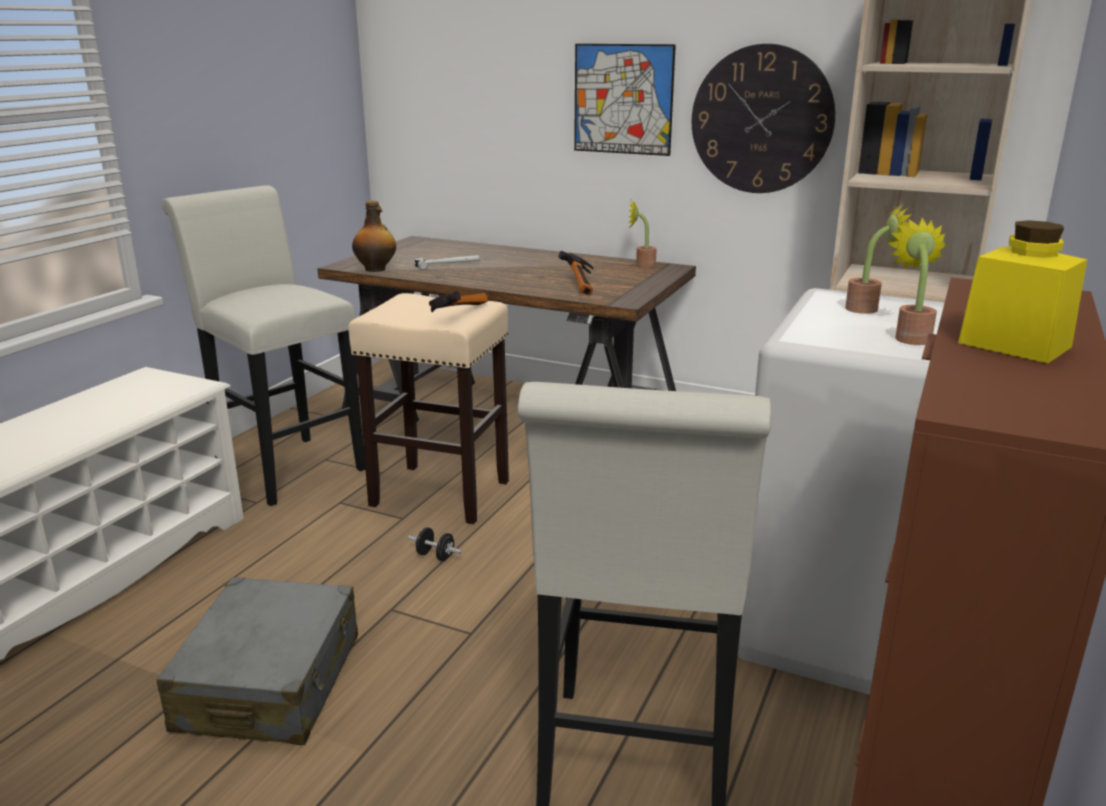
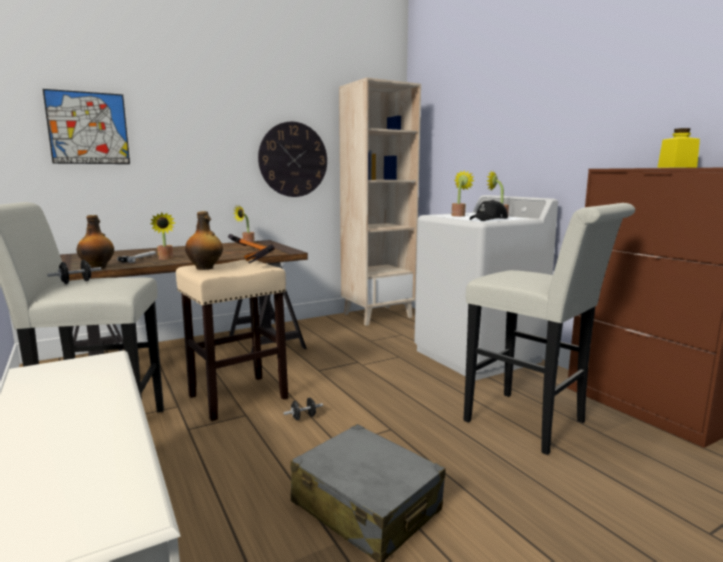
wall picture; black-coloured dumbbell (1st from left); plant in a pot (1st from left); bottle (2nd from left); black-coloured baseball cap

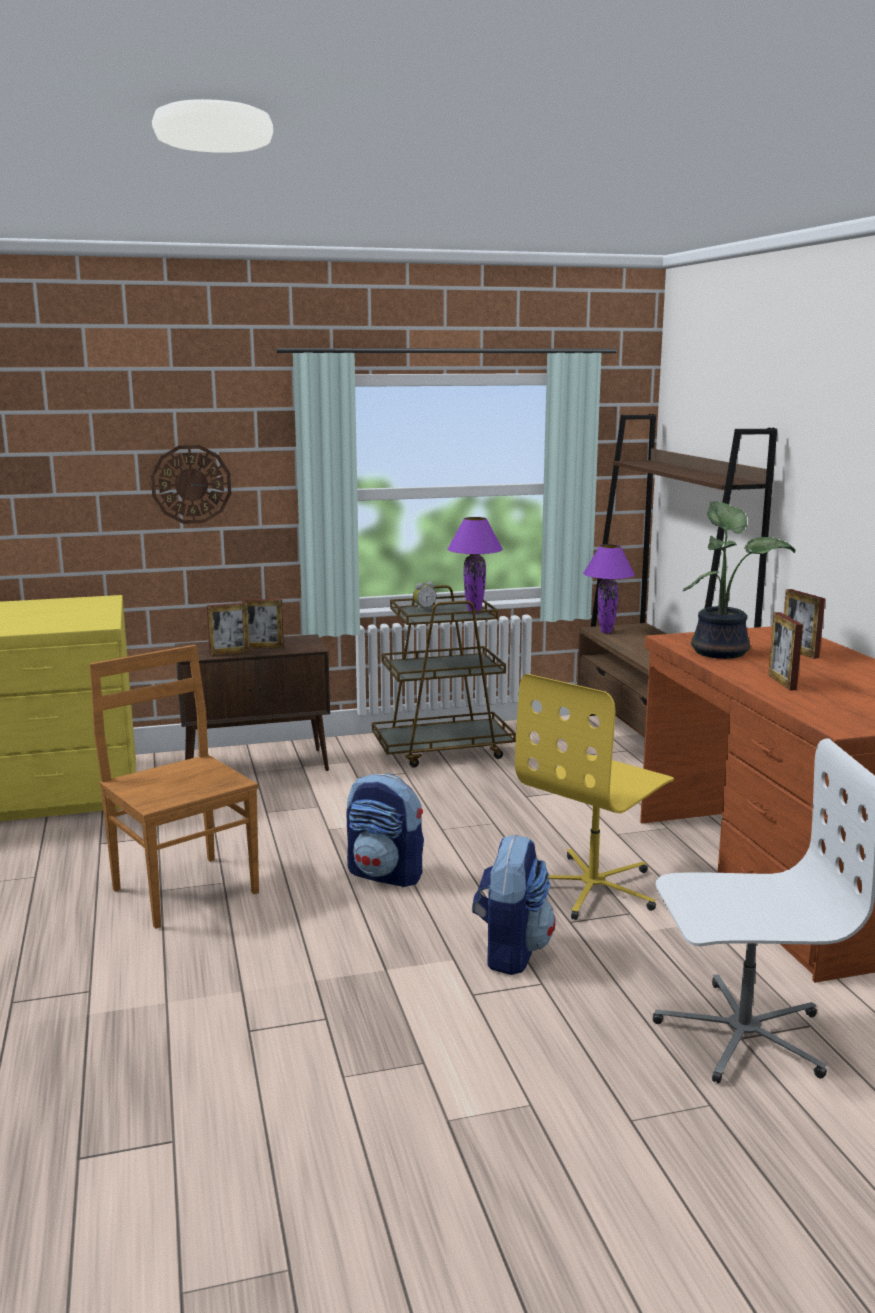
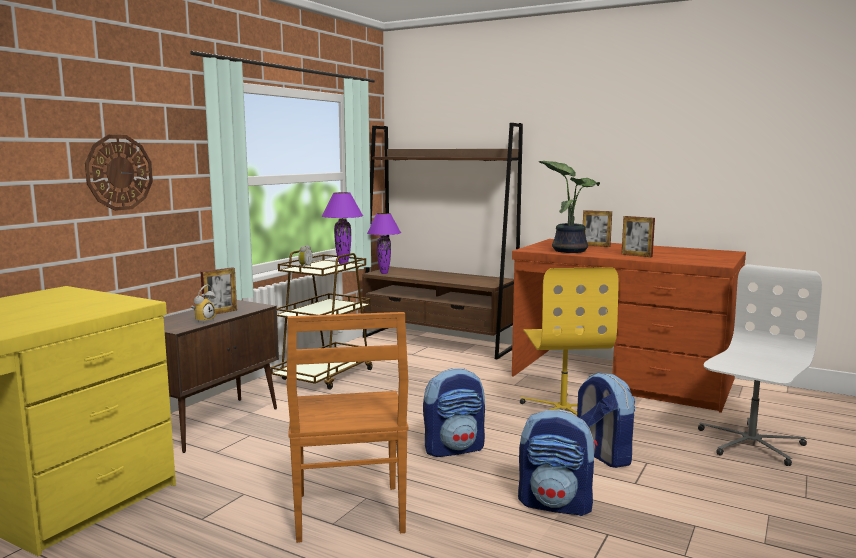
alarm clock (1st from left); brown-coloured plain chair; knapsack (2nd from left)

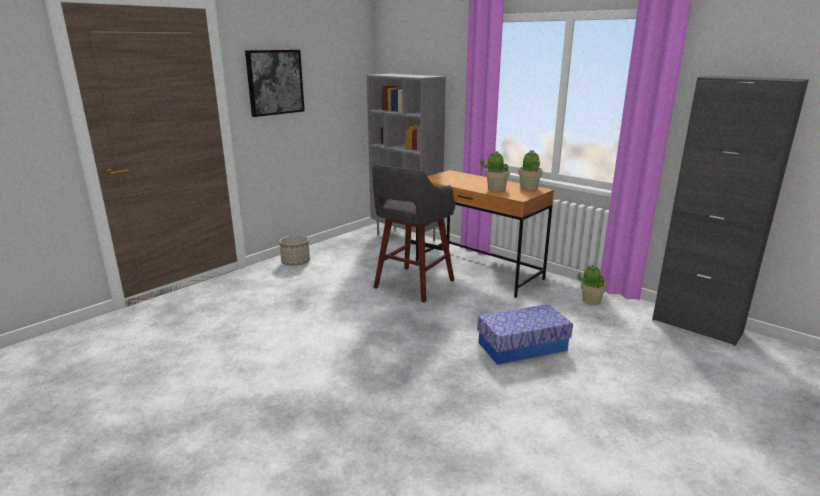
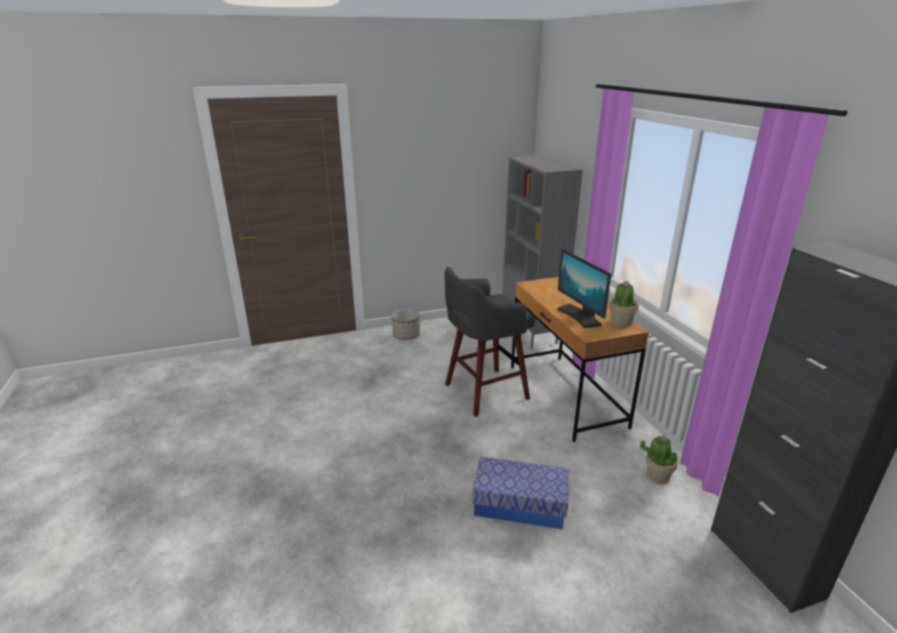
computer screen; wall picture

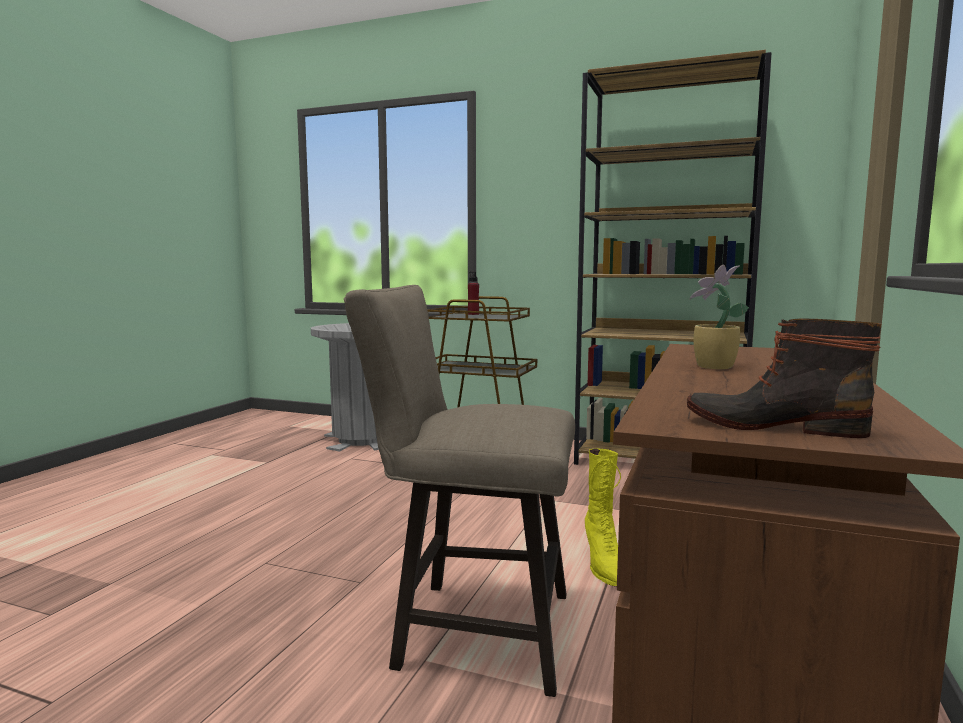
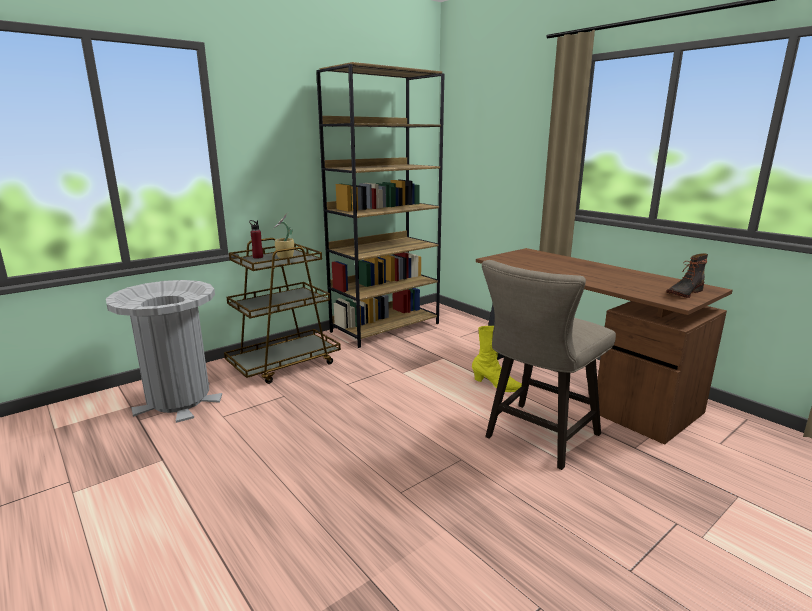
plant in a pot

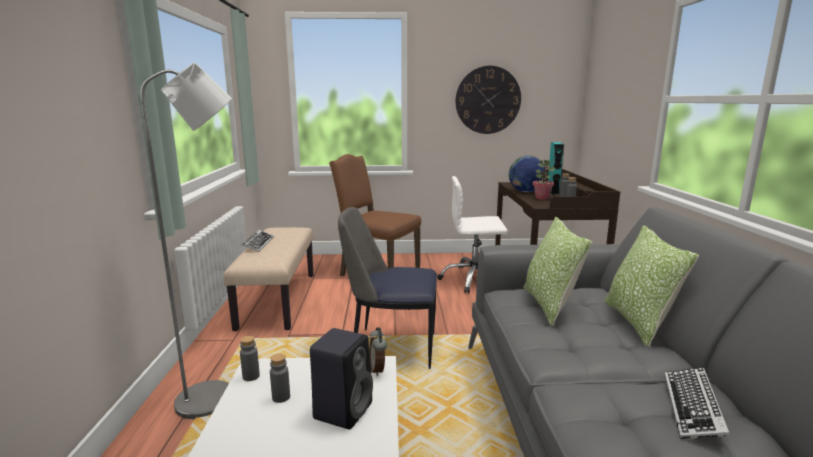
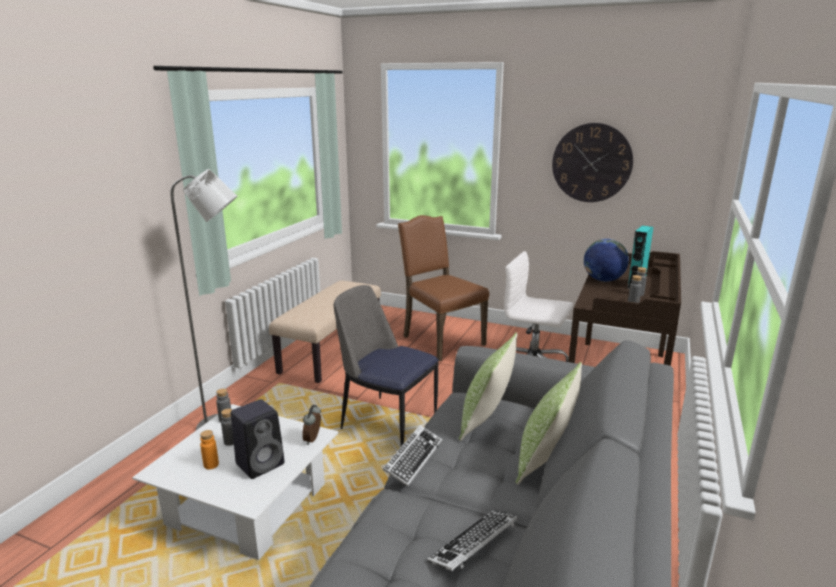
orangey bottle; keyboard (1st from left); plant in a pot

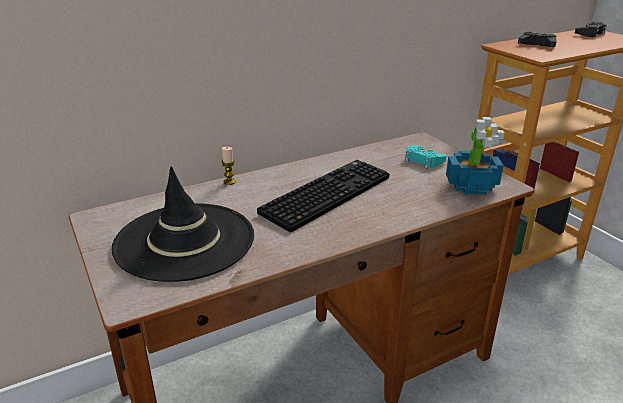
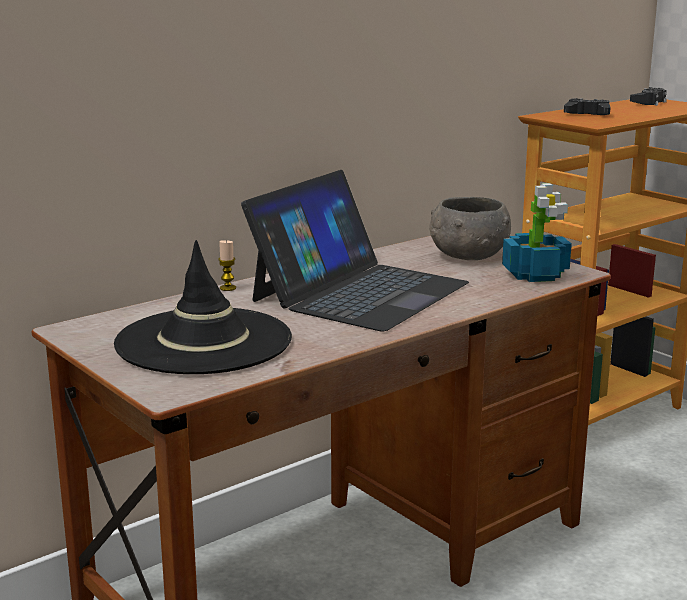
portable computer; gray serving bowl

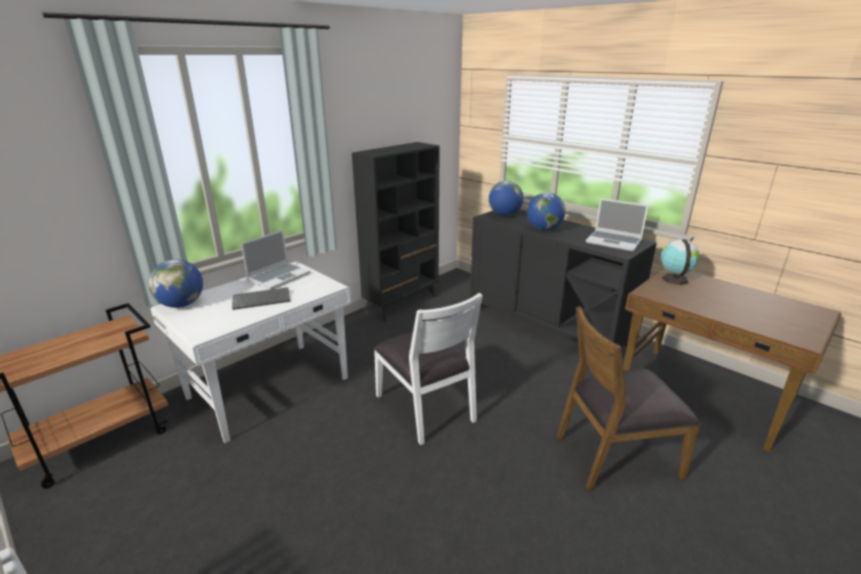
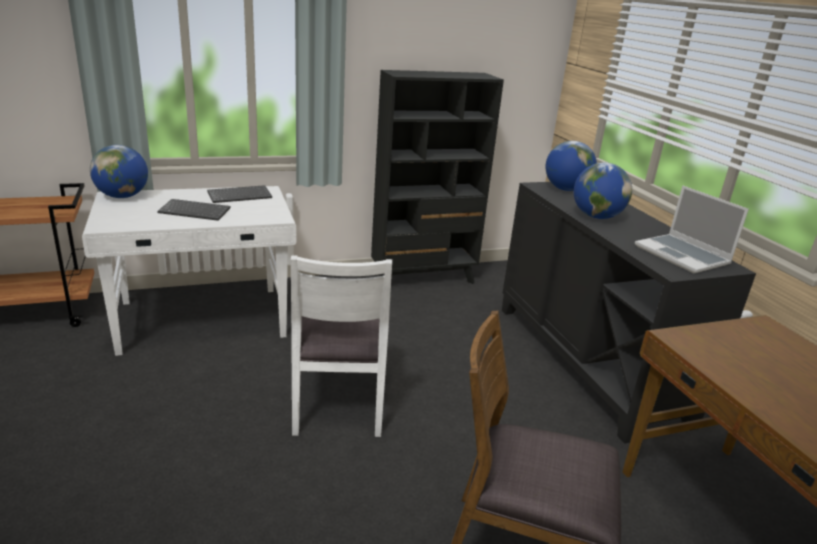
keyboard (2nd from left); globe (4th from left in the first image)

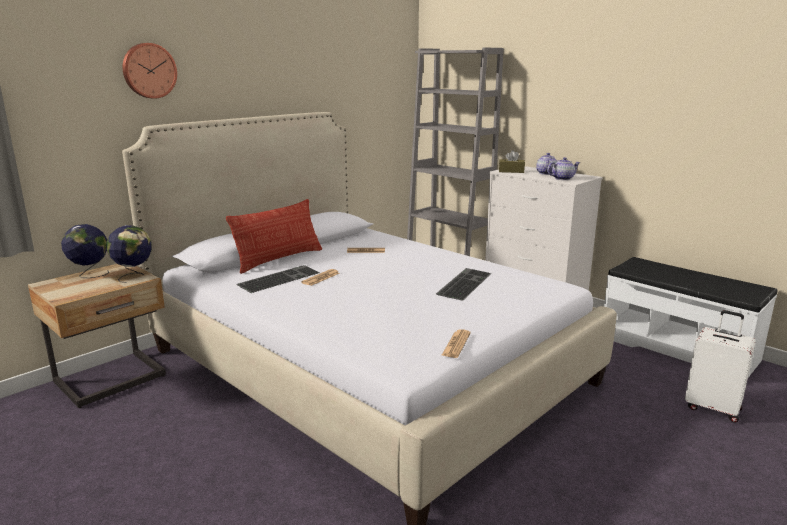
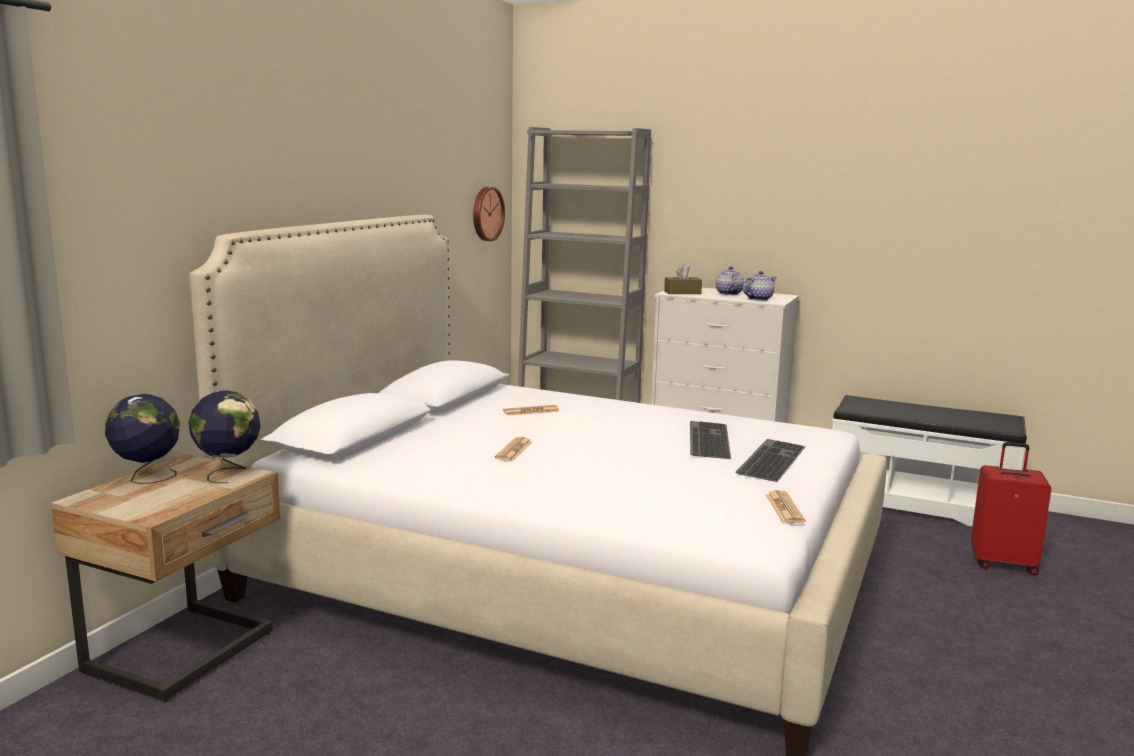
hanging clock; keyboard (2nd from left); red suitcase; throw pillow

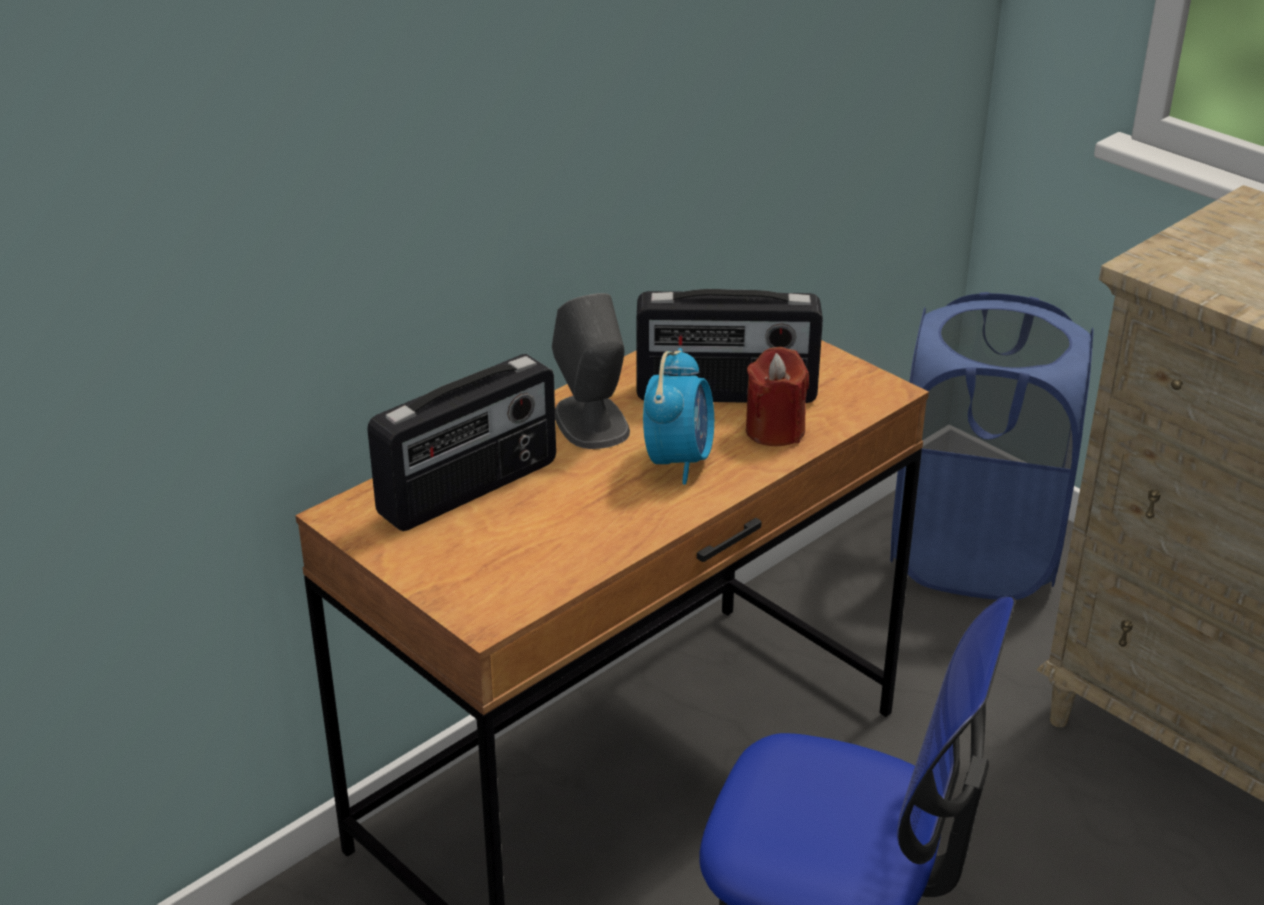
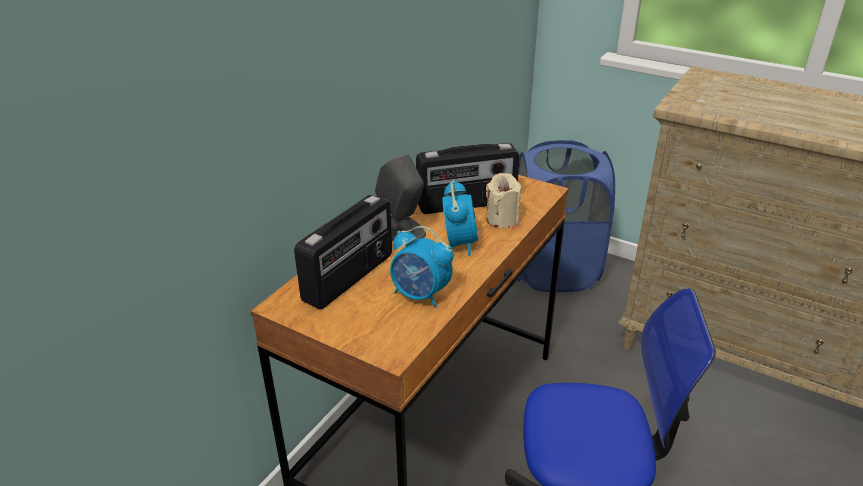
alarm clock (1st from left); beige-coloured wax light

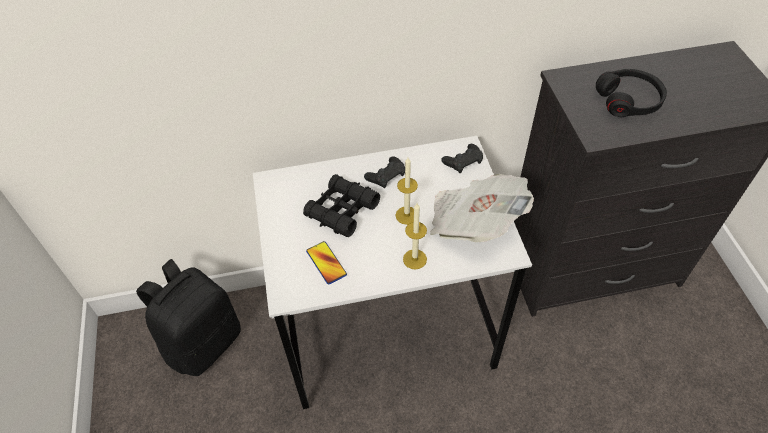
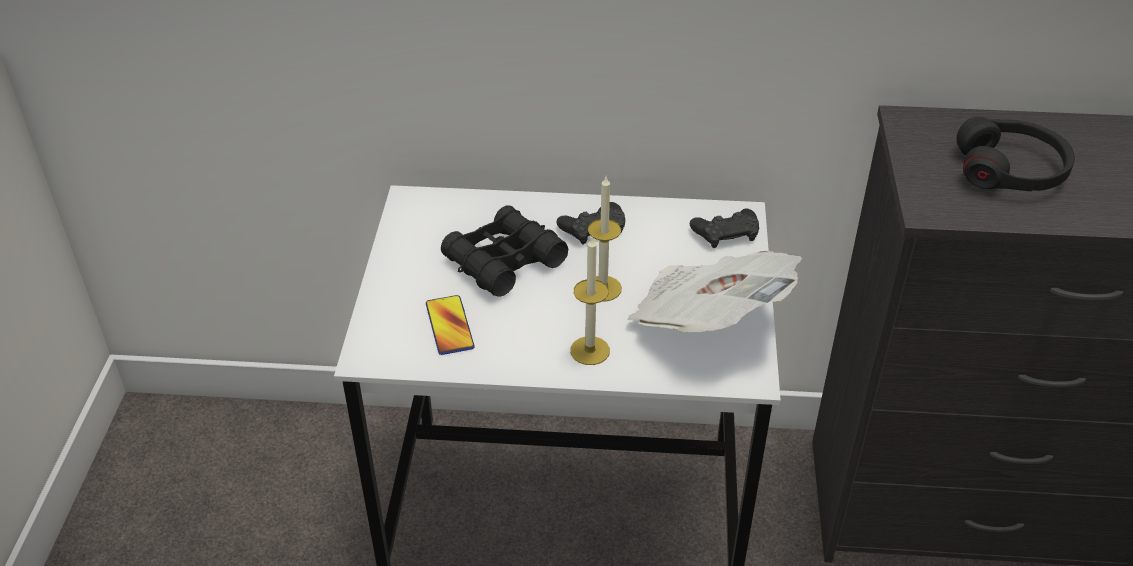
black-coloured knapsack

